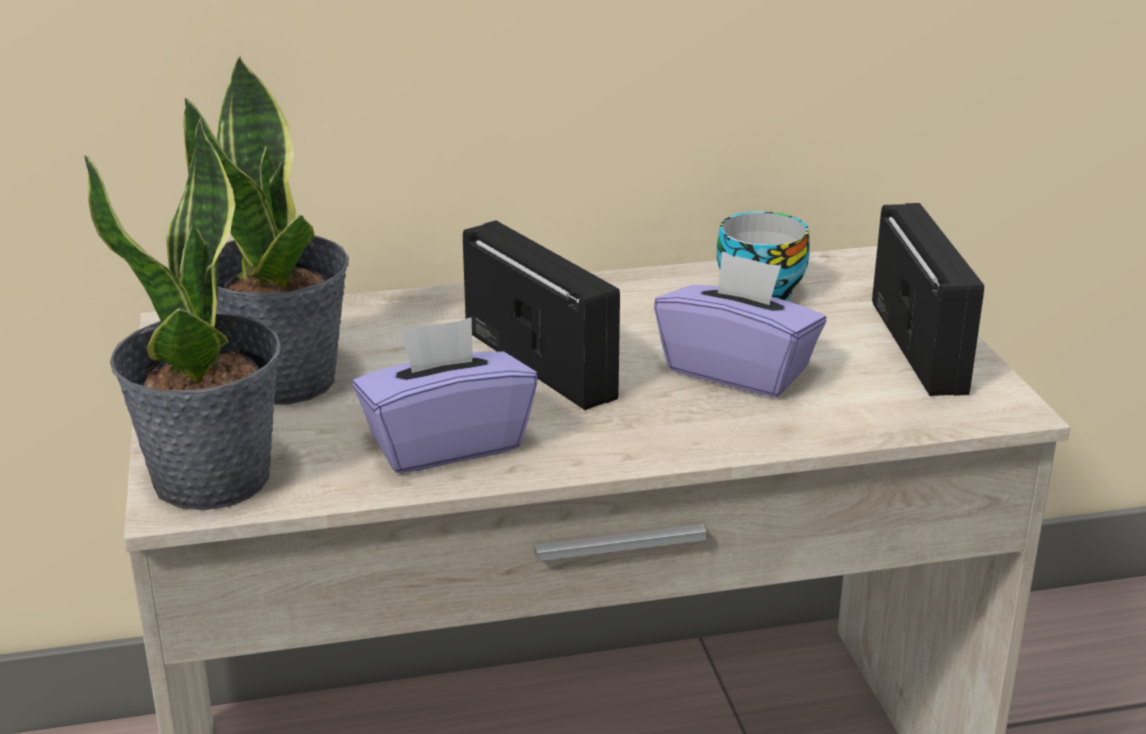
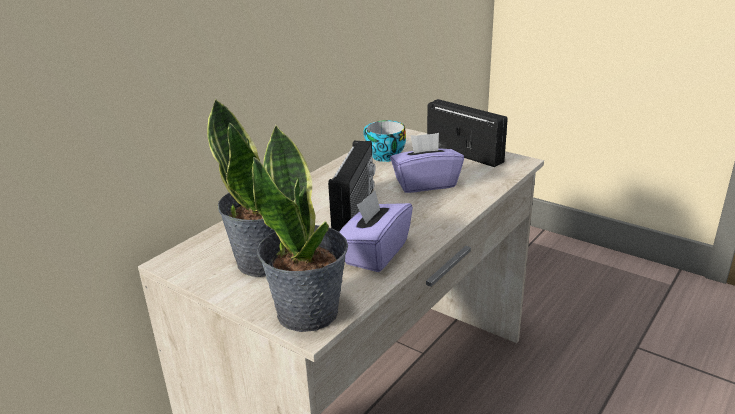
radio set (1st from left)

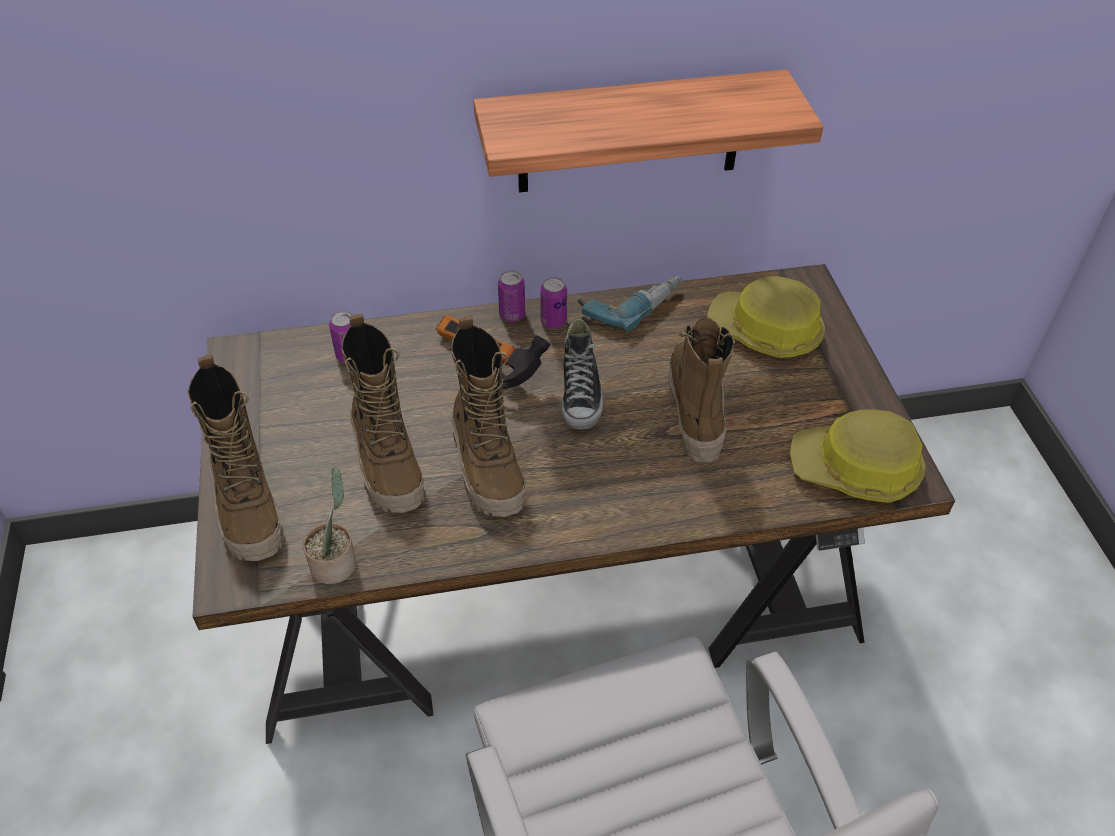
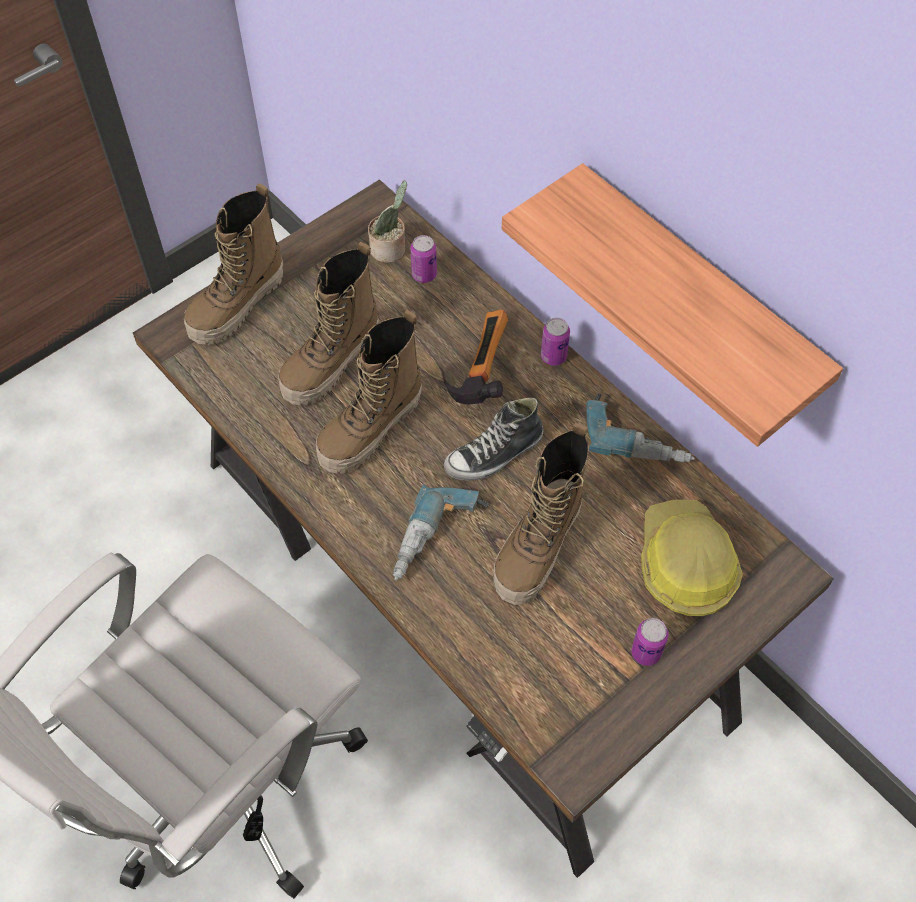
plant in a pot; electric drill (1st from left); tall boot (4th from left); can (3rd from left); work helmet (2nd from left in the first image)

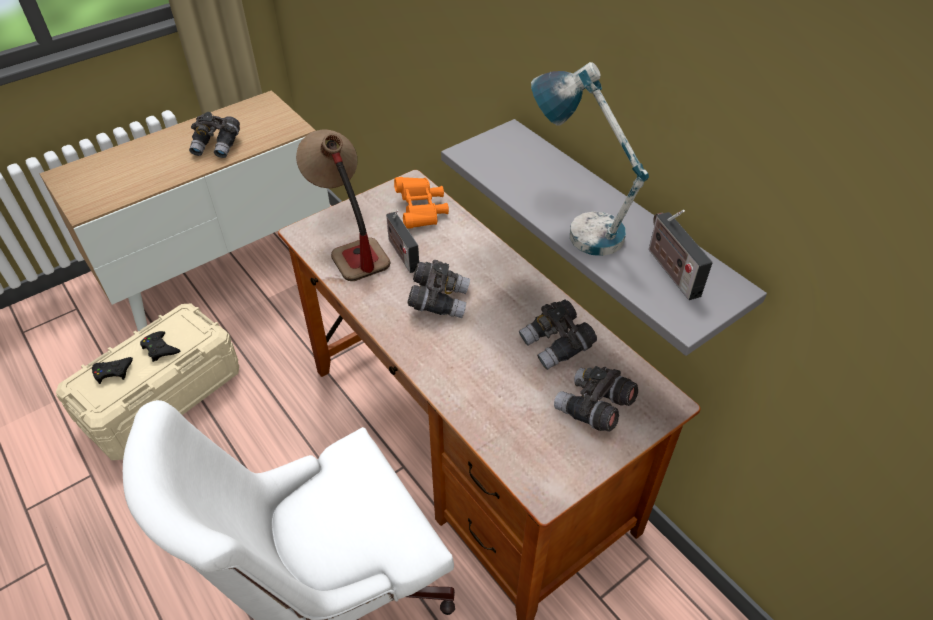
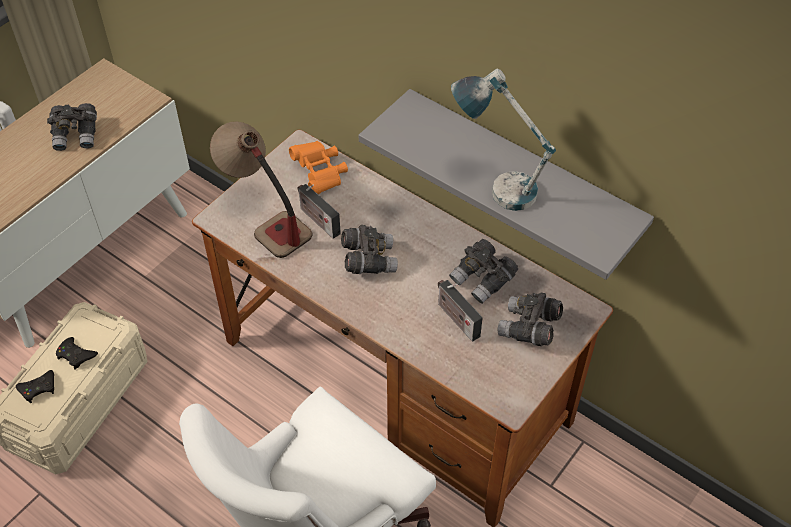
radio set (2nd from left)

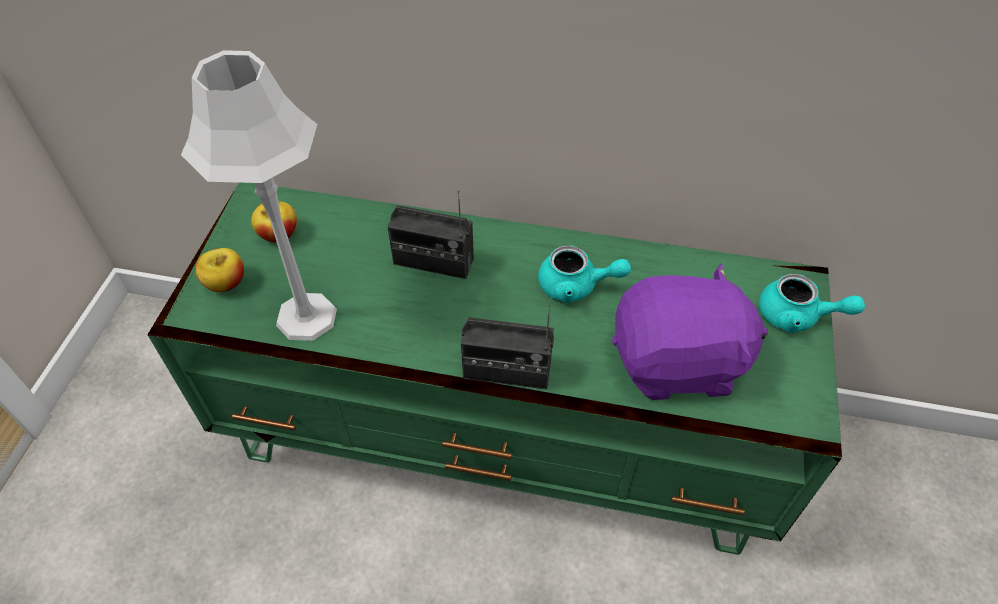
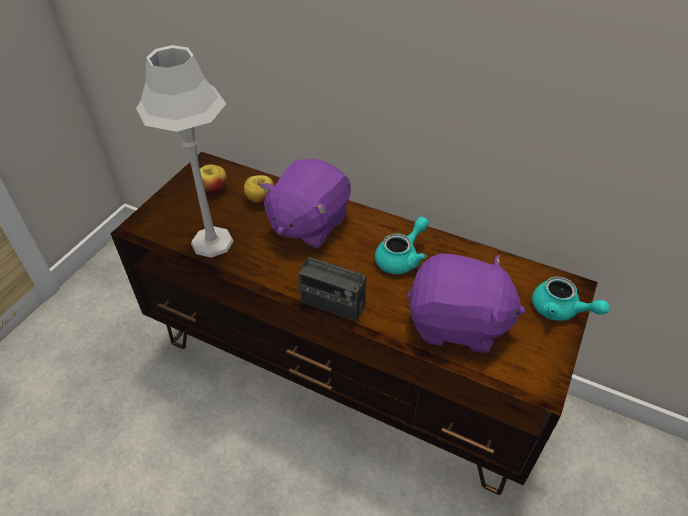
brown-coloured tv stand; apple fruit (2nd from left); purple plush toy (1st from left); blue-green teapot (1st from left)

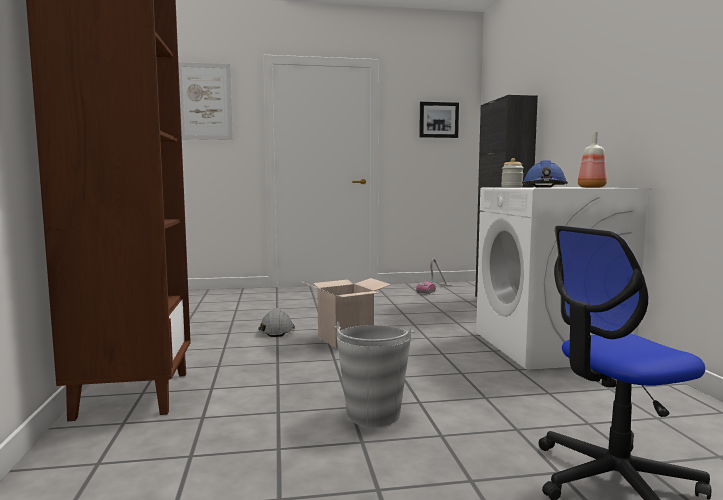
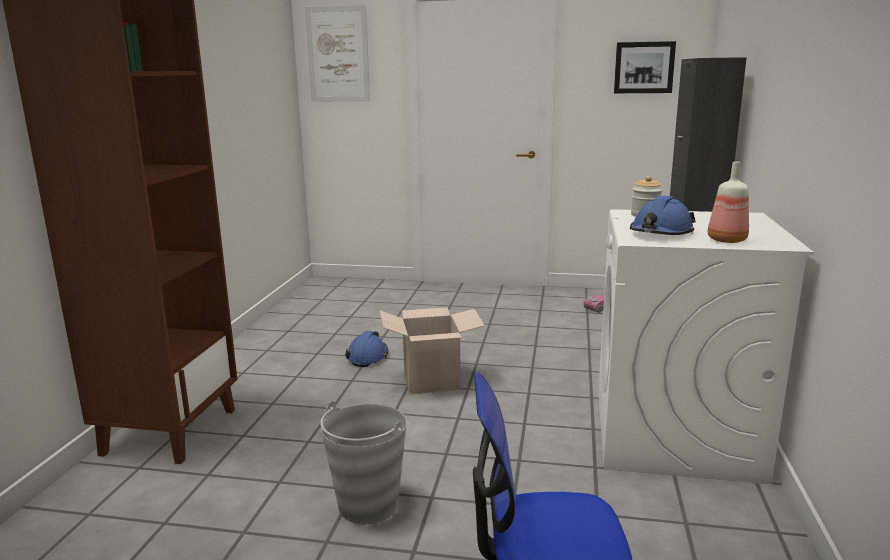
bluish work helmet (1st from left)

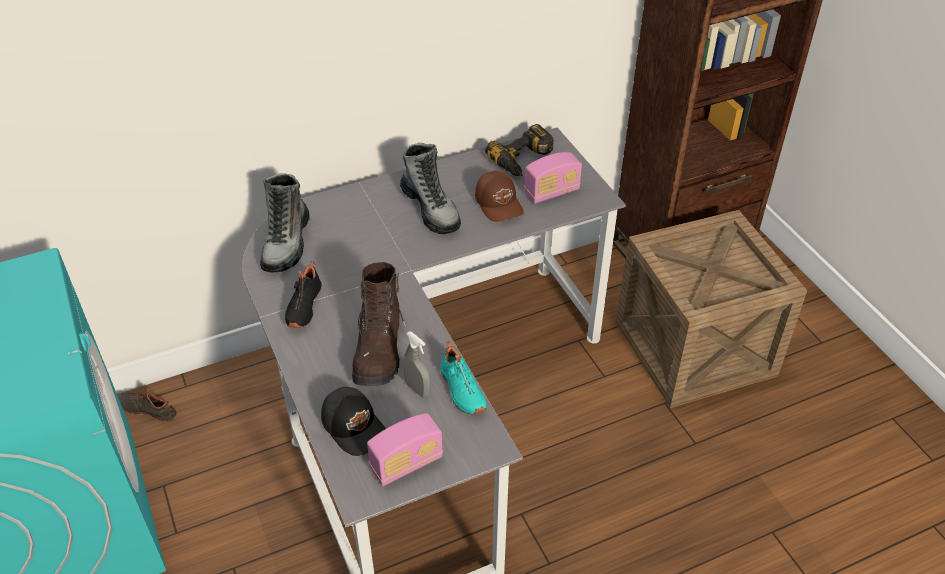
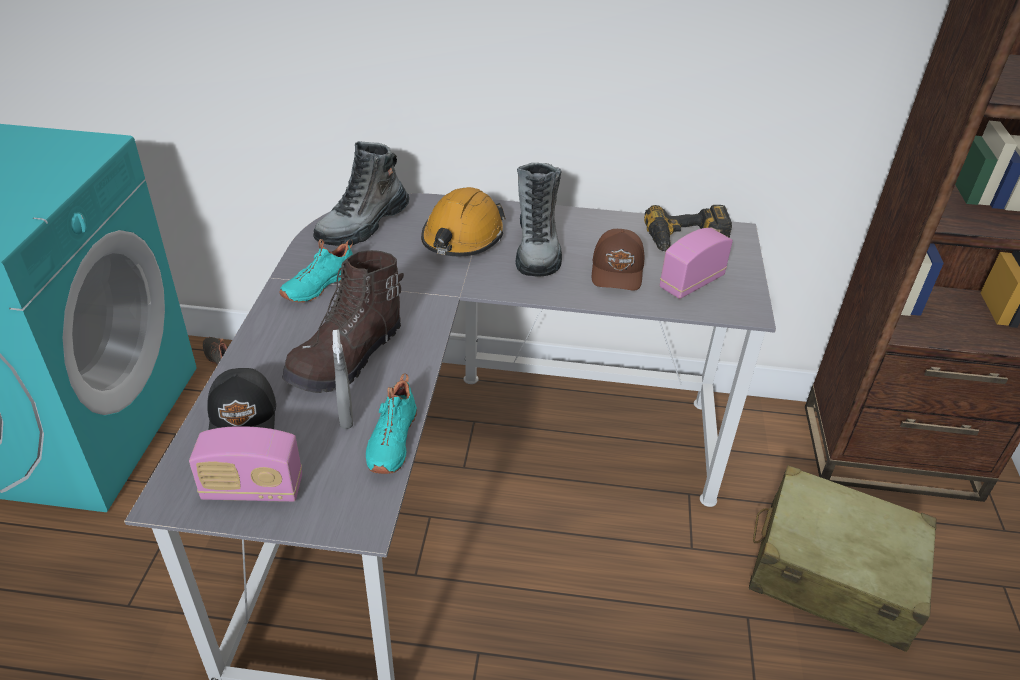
blue-green shoe (1st from left); orangey work helmet; radio set (2nd from left); beige-coloured suitcase

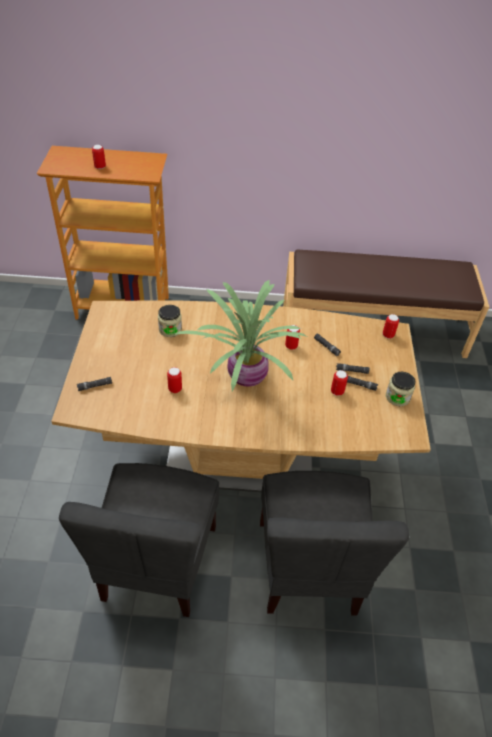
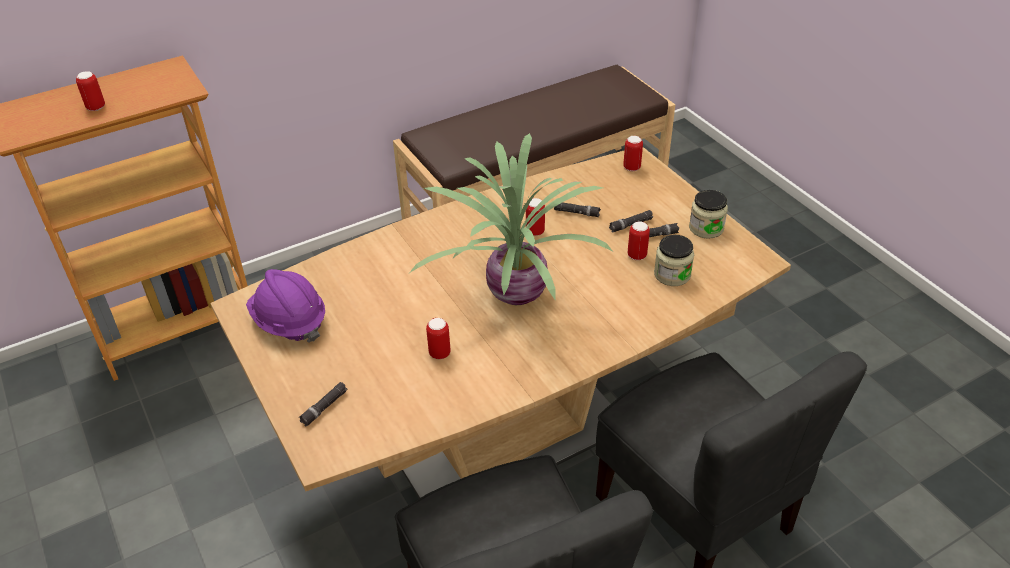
purple work helmet; storage jar (1st from left)

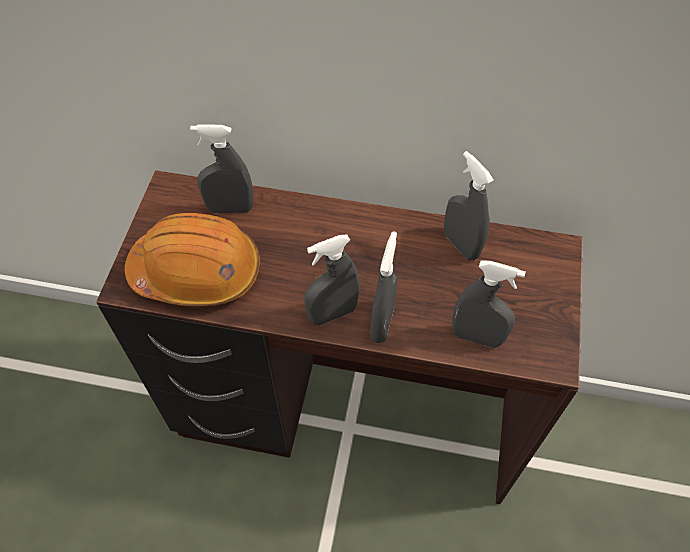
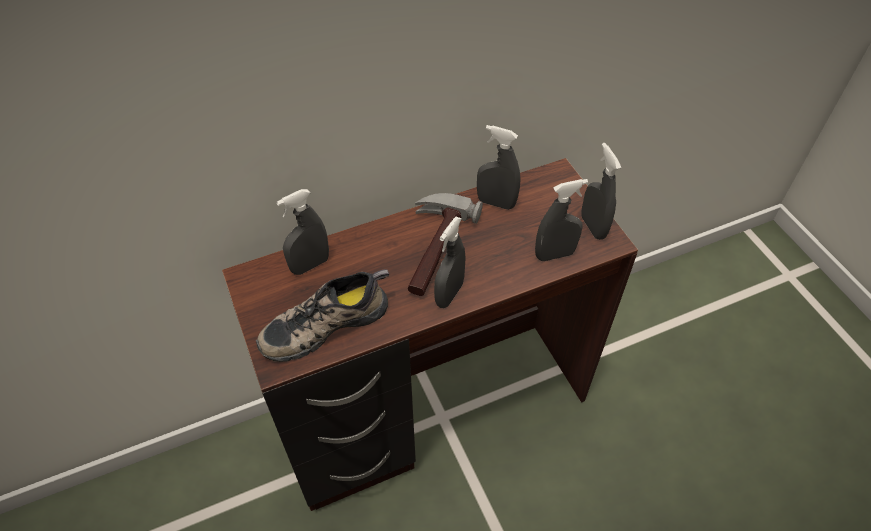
shoe; tool hammer; gray spray bottle (5th from left)

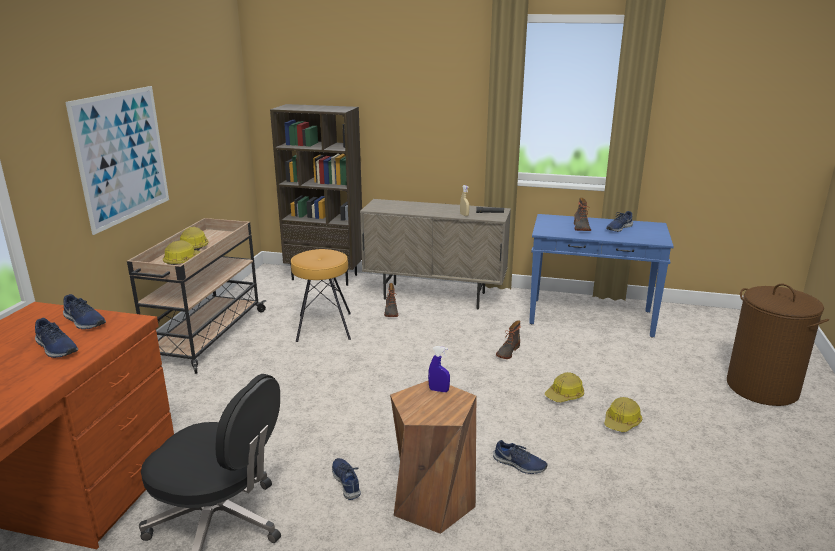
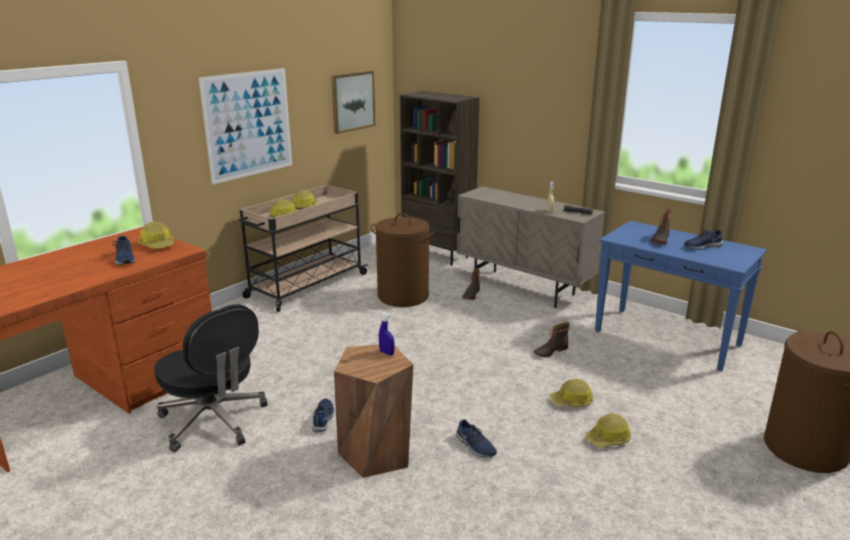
work helmet (1st from left); wall picture (2nd from left); brown-coloured laundry basket (1st from left)

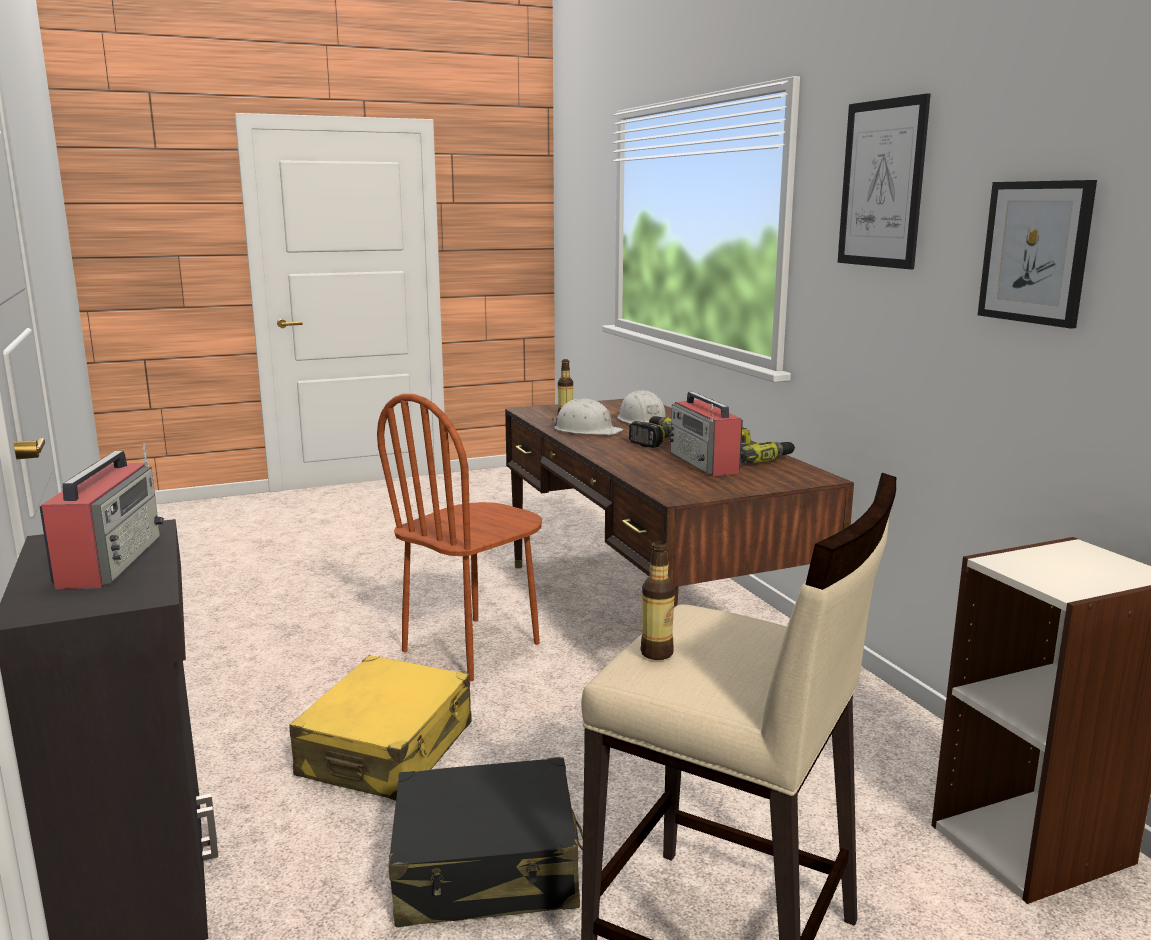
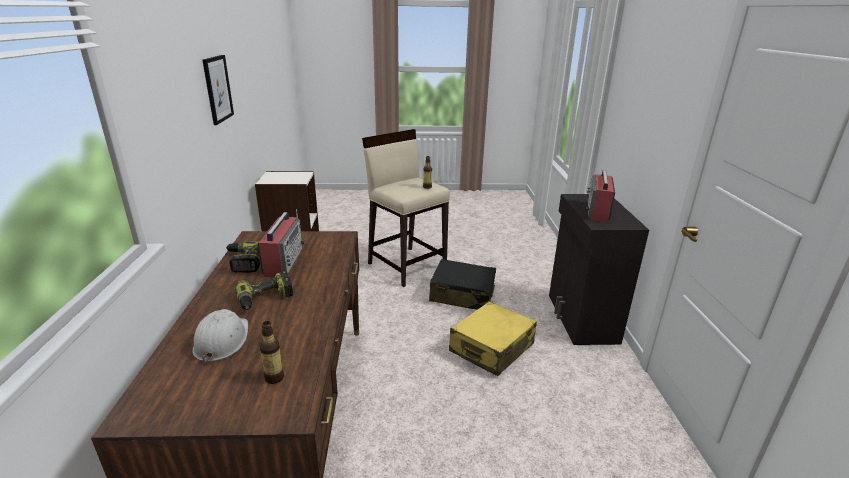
brown-coloured plain chair; white work helmet (1st from left in the first image); wall picture (1st from left in the first image)

